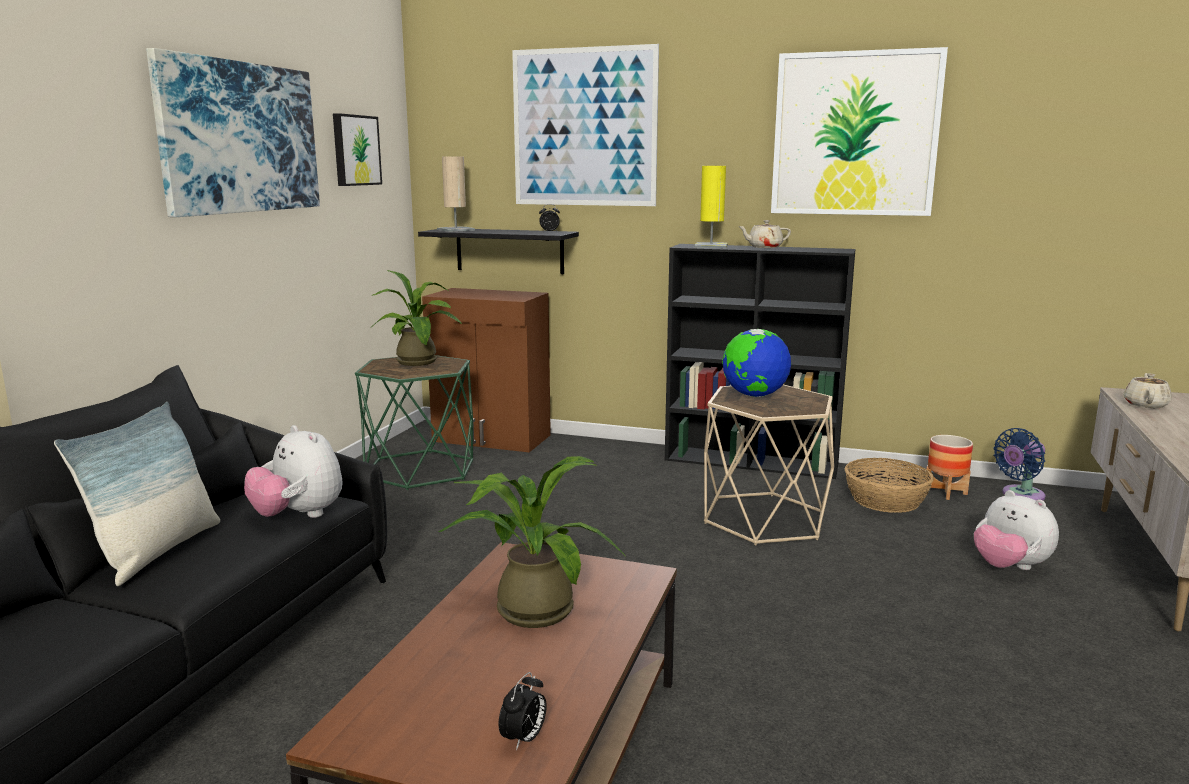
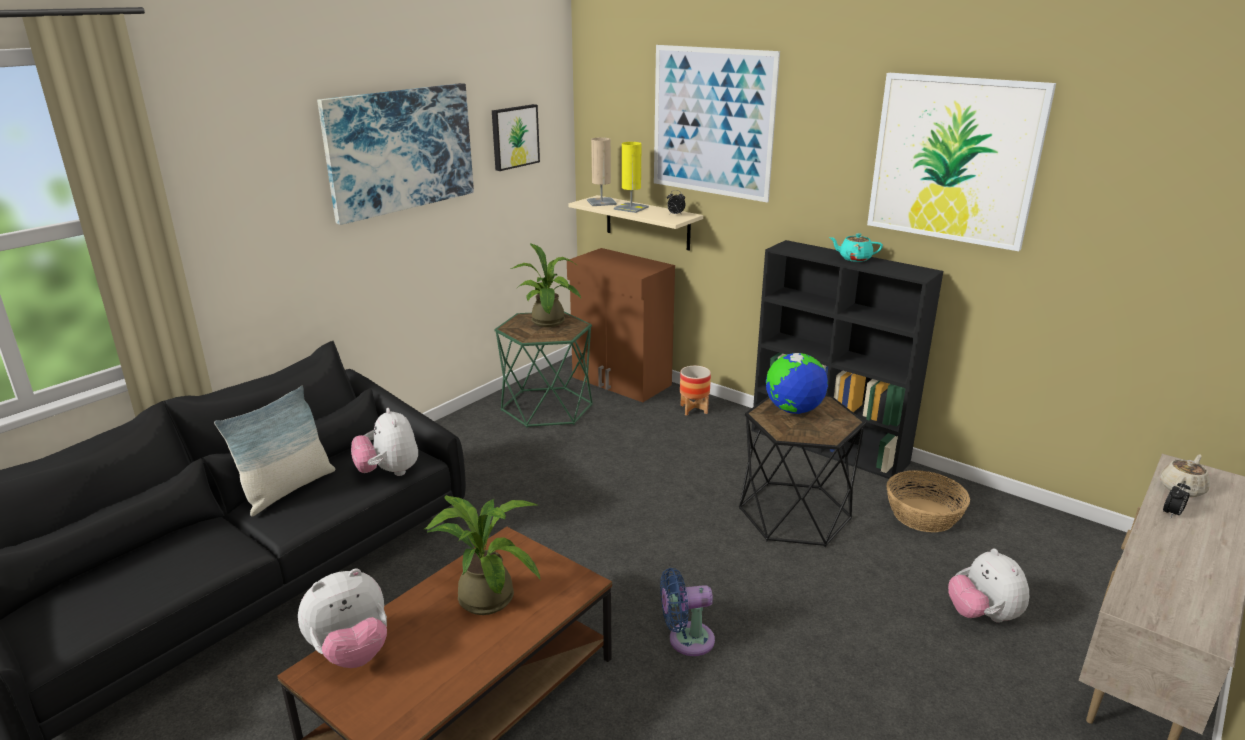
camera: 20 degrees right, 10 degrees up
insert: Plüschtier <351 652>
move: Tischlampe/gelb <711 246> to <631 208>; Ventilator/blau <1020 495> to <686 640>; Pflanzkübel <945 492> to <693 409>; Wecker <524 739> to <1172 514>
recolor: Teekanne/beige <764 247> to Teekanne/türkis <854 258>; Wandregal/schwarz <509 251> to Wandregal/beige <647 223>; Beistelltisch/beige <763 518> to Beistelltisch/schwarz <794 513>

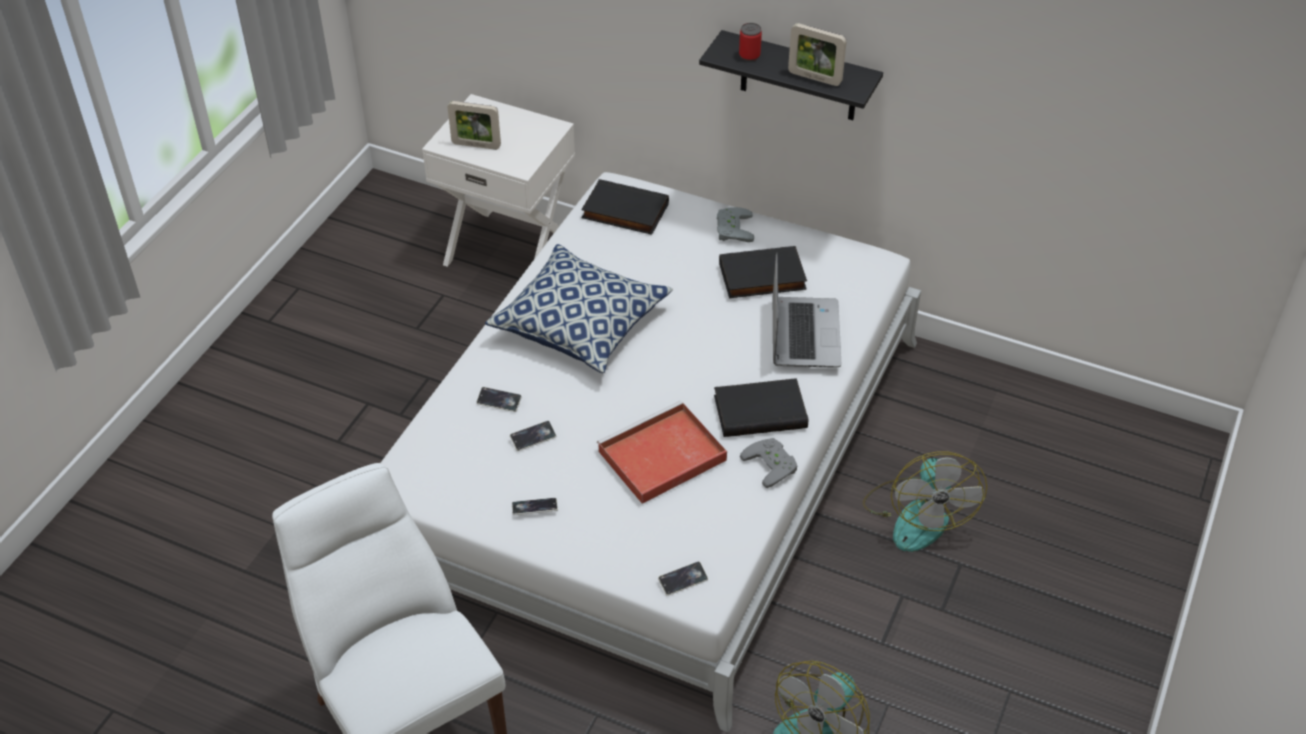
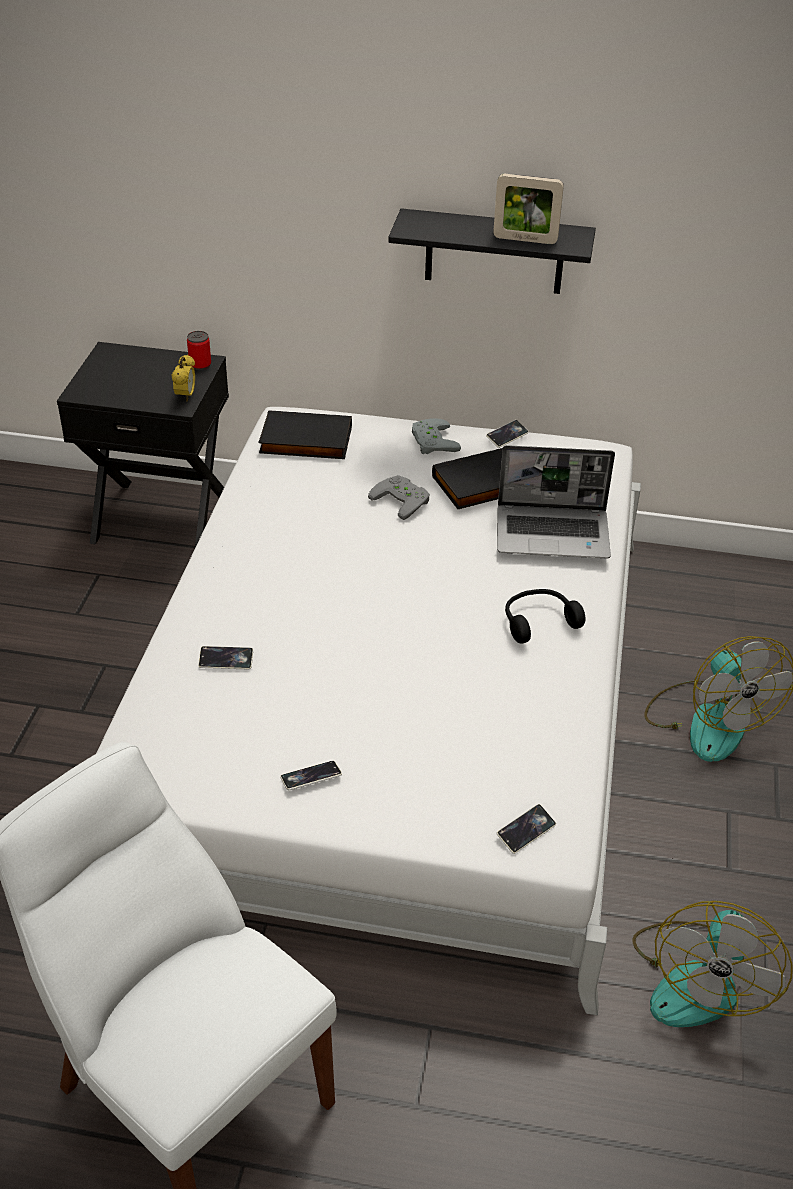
camera: 15 degrees left, 5 degrees down
delete: Bilderrahmen <476 145>; Kissen <580 324>; Tablett/rot <660 457>
insert: Wecker <186 396>
move: Dose <749 55> to <200 365>; Handy <533 438> to <507 436>; Gamepad/grau <773 464> to <403 499>
replace: Buch/schwarz <760 410> to Kopfhörer/schwarz <538 621>
recolor: Nachttisch/weiß <509 249> to Nachttisch/schwarz <162 517>
rotate: Laptop <803 333> = <554 533> 105 degrees clockwise

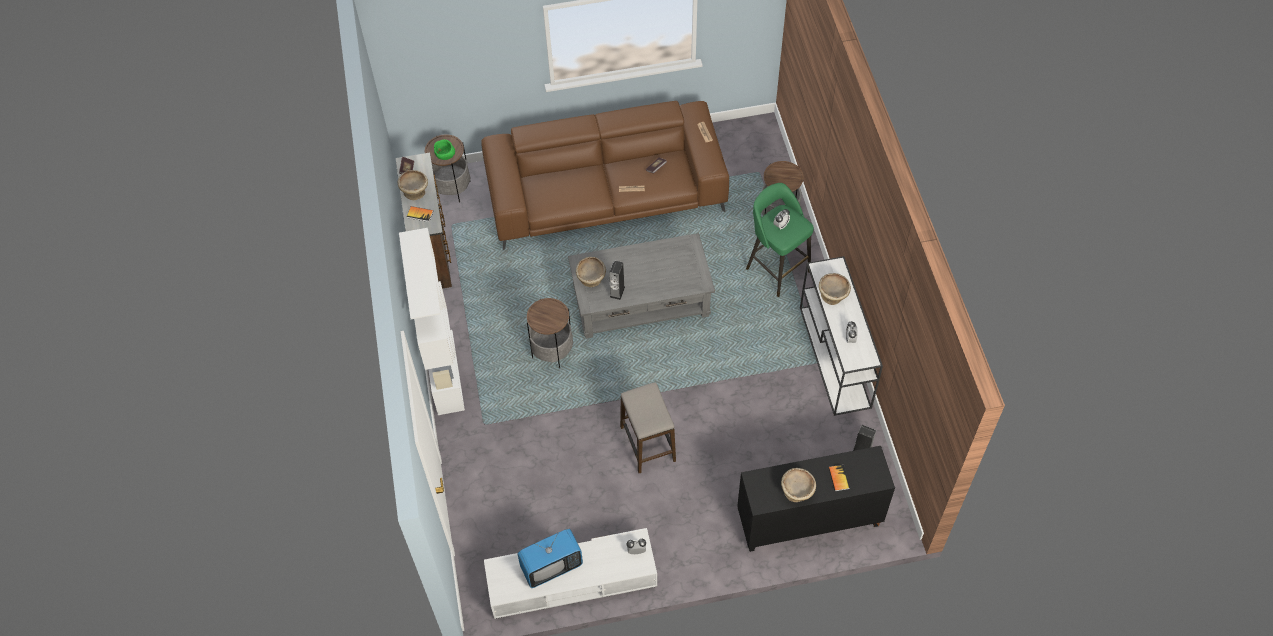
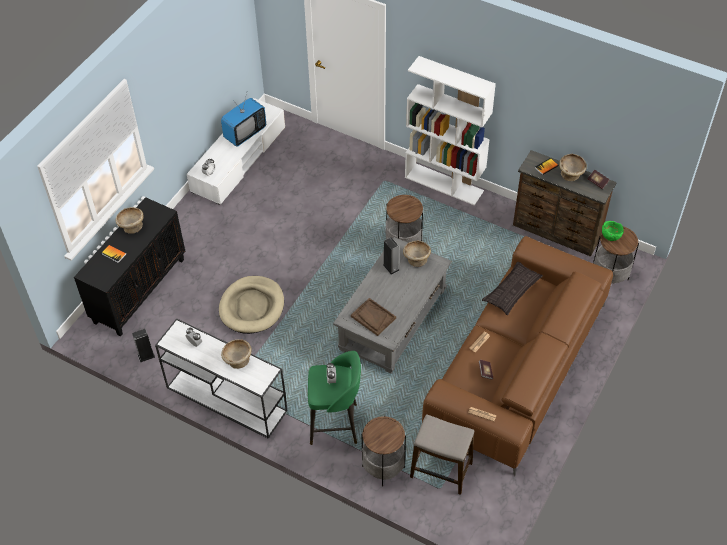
camera: 130 degrees right, 5 degrees down
insert: Kissen <512 291>; Hundebett/beige <252 307>; Tablett/braun <373 317>
move: Hocker <648 443> to <441 470>
rotate: Fernseher <551 566> = <245 133> 150 degrees counterclockwise

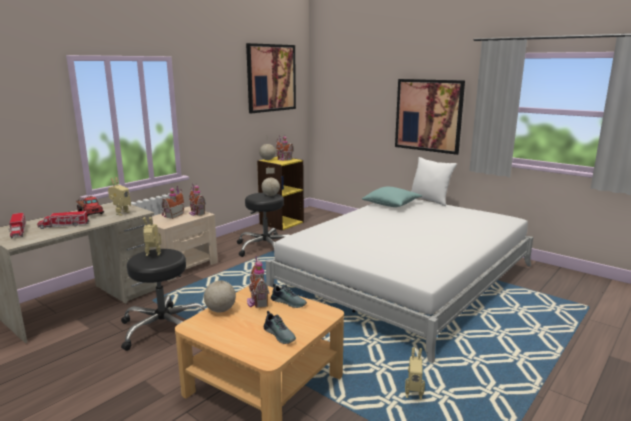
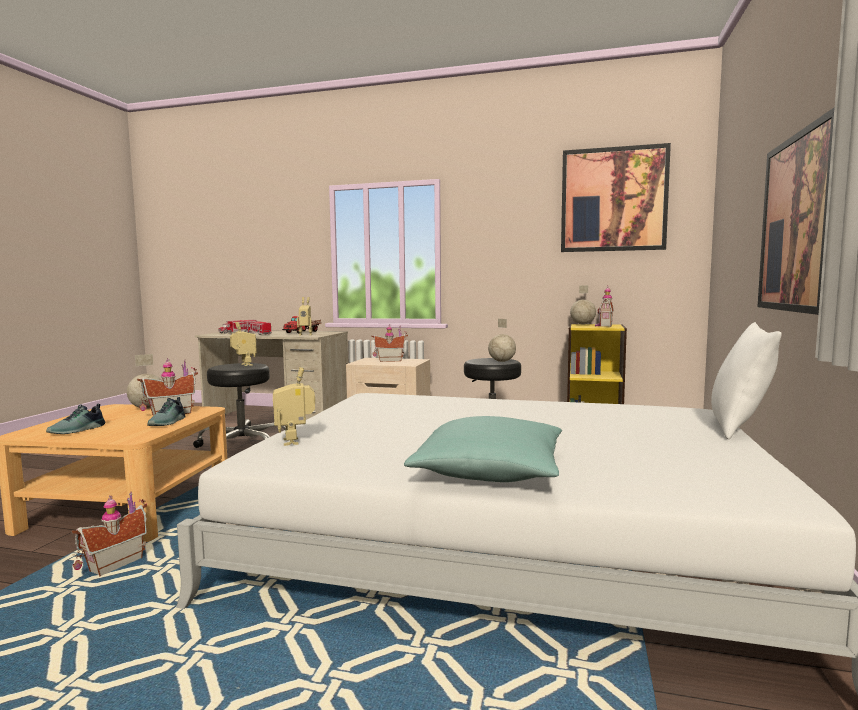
camera: 65 degrees right, 10 degrees down
move: Spielzeughaus <196 213> to <113 565>; Kissen/türkis <391 204> to <489 472>; Spielzeugroboter <413 394> to <295 441>

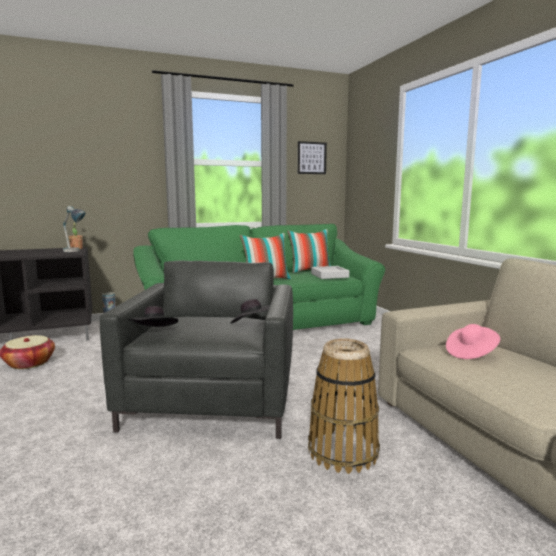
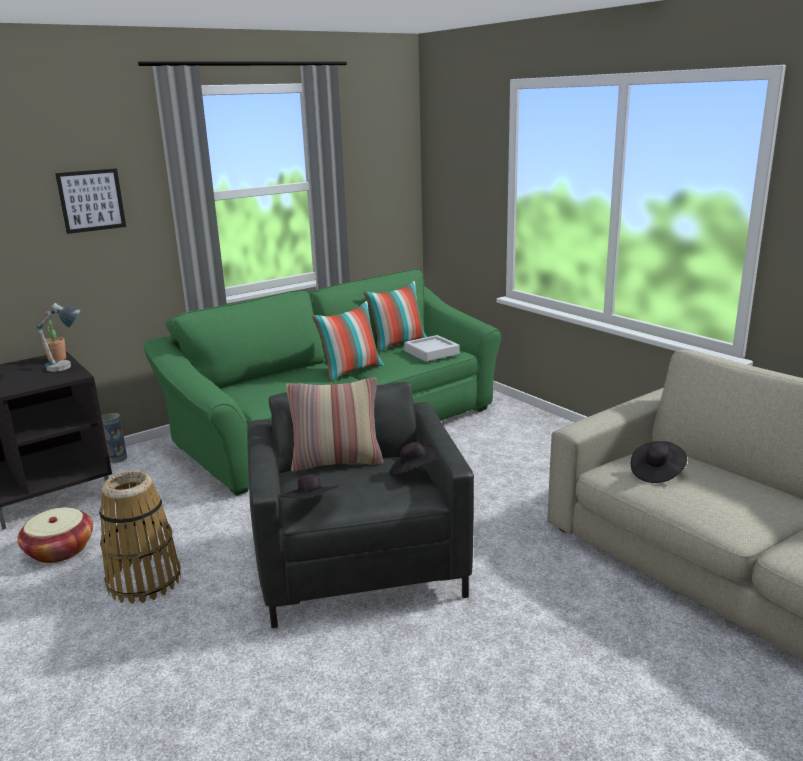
camera: 15 degrees left, 10 degrees up
insert: Kissen <337 462>
move: Bild <311 158> to <91 200>; Korb <343 452> to <144 581>
recolor: Hut/rosa <471 353> to Hut/schwarz <656 473>

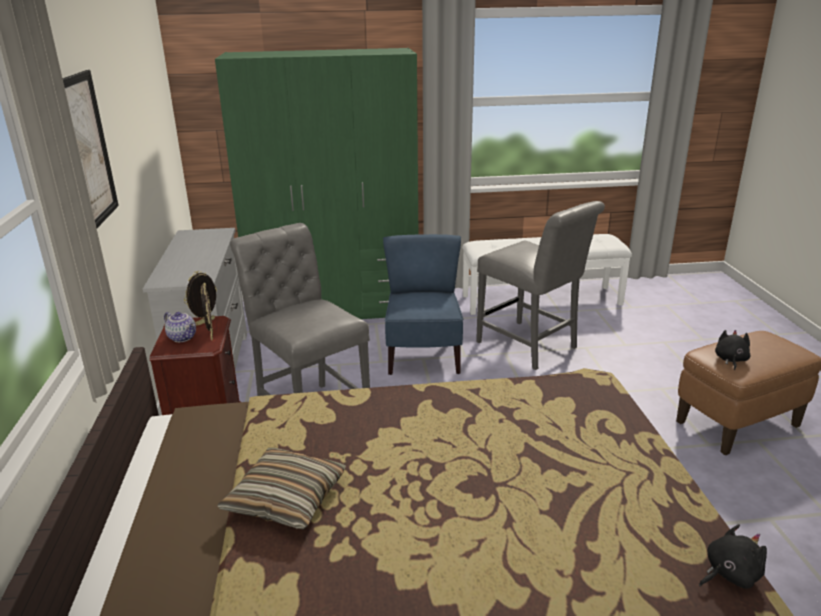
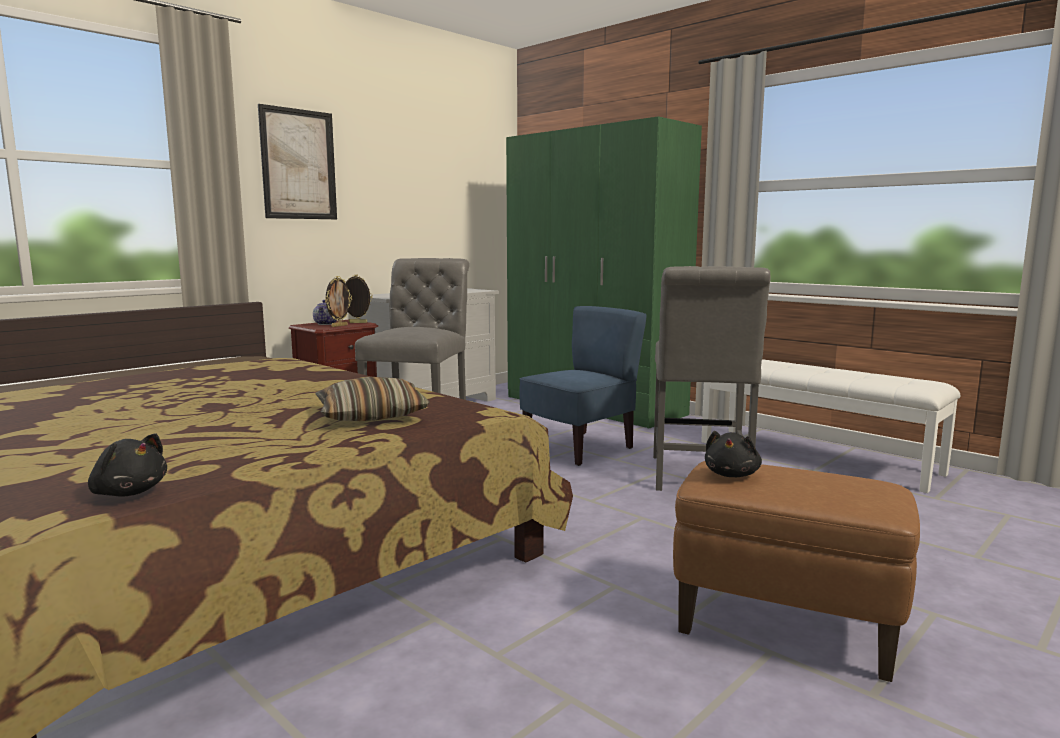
camera: 50 degrees right, 15 degrees down
move: Kissen <286 499> to <371 415>
rotate: Plüschtier/schwarz <730 360> = <732 474> 135 degrees clockwise

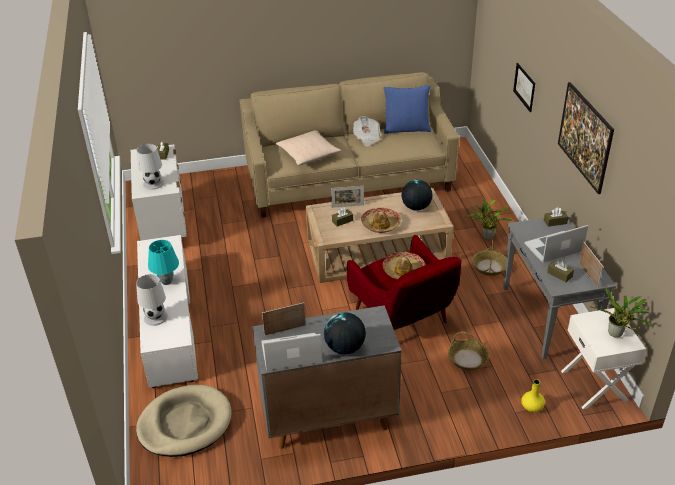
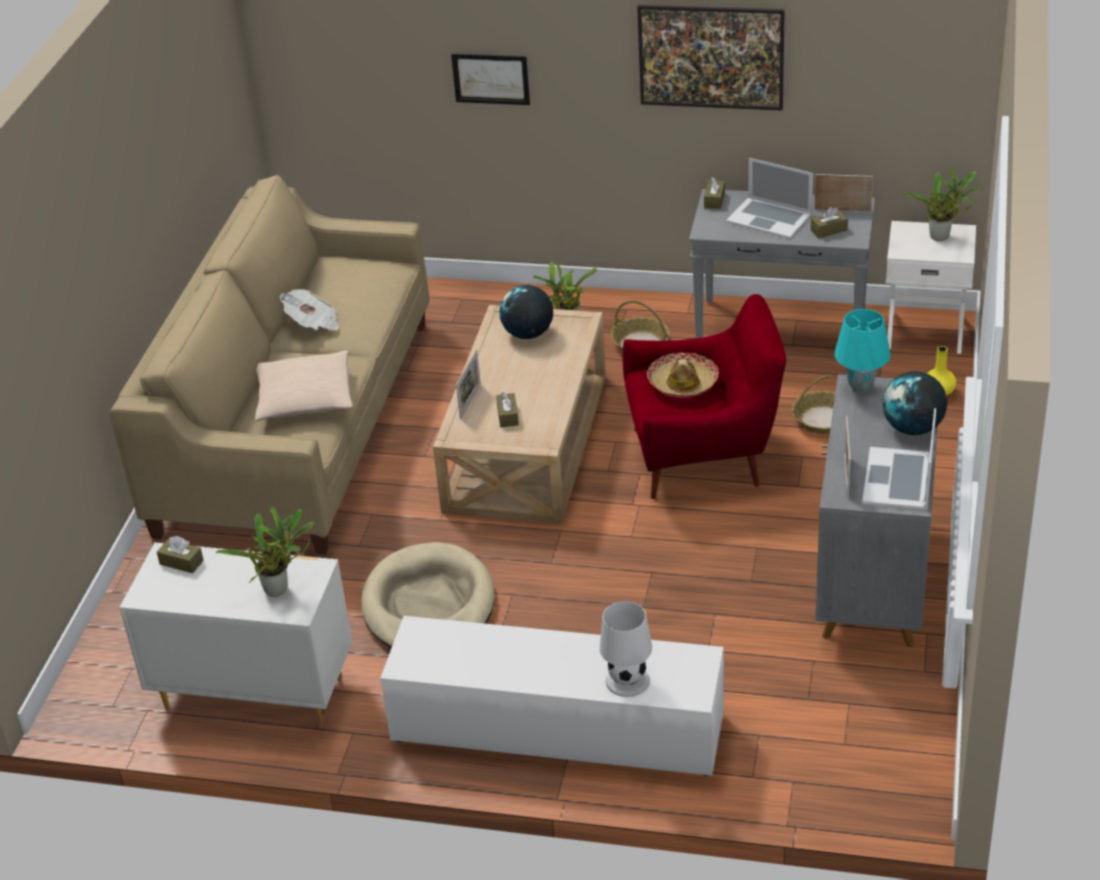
camera: 65 degrees left, 0 degrees up
delete: Kissen/blau <406 128>; Hut <380 224>
move: Tischlampe/türkis <167 282> to <861 387>; Hundebett/beige <185 423> to <428 605>
replace: Tischlampe/weiß <153 184> to Topfpflanze <280 589>
rotate: Laptop <553 247> = <769 218> 60 degrees counterclockwise

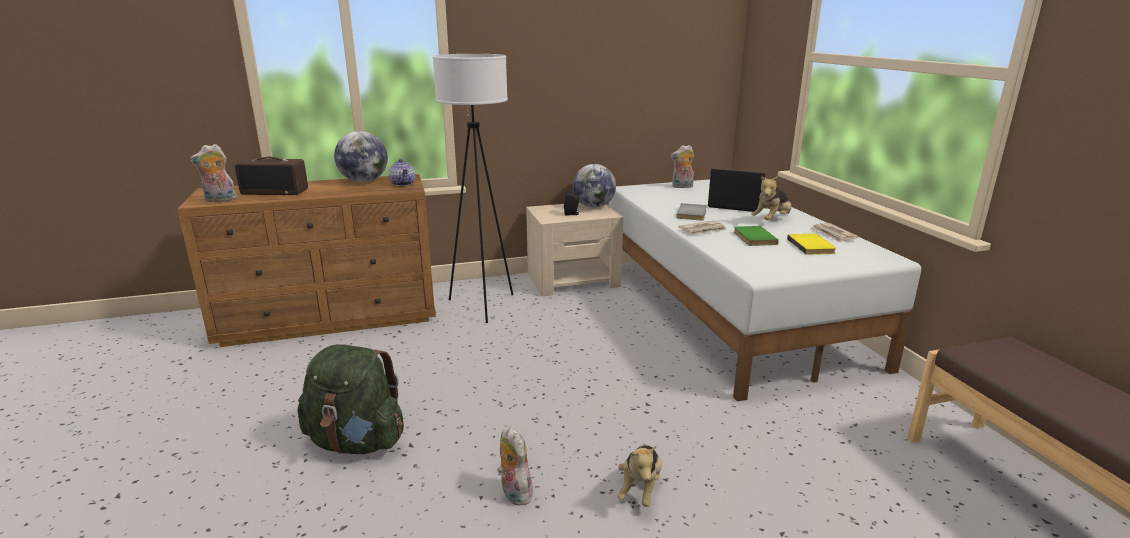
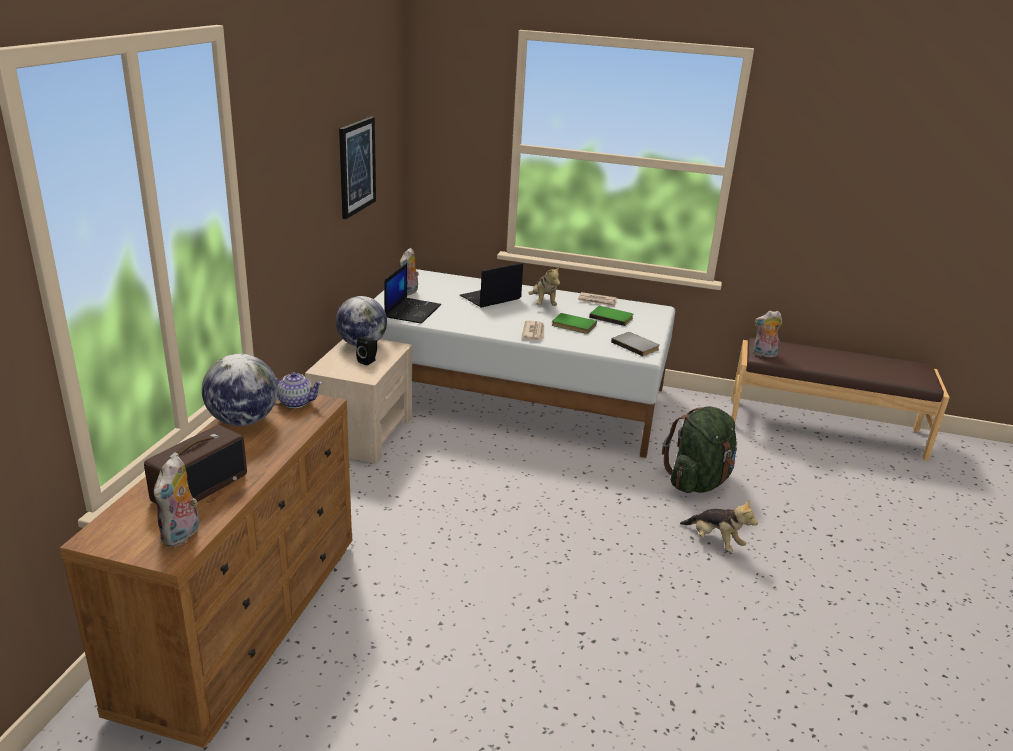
camera: 60 degrees left, 5 degrees up
delete: Stehlampe/weiß <482 306>
insert: Bild <356 166>; Laptop <412 311>
move: Buch/grau <693 214> to <636 345>; Rucksack/grün <357 442> to <698 482>; Plüschtier <513 493> to <763 355>
recolor: Buch/gelb <812 246> to Buch/grün <611 317>

